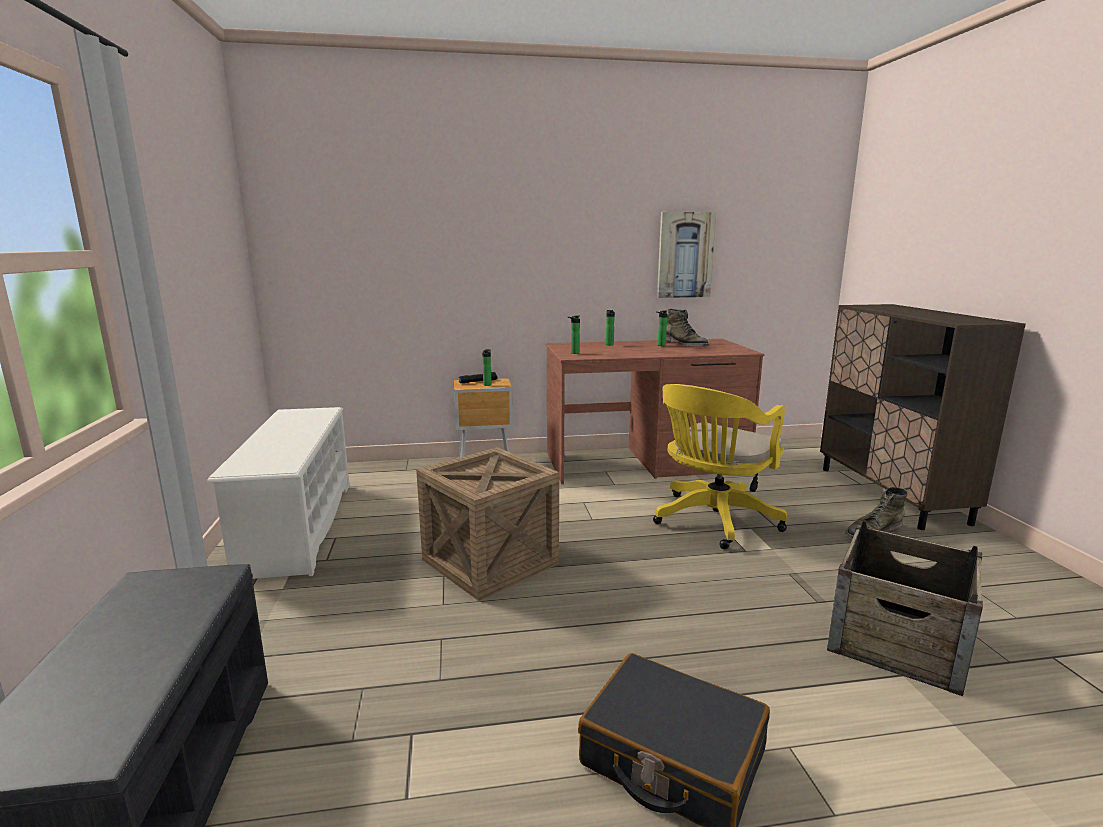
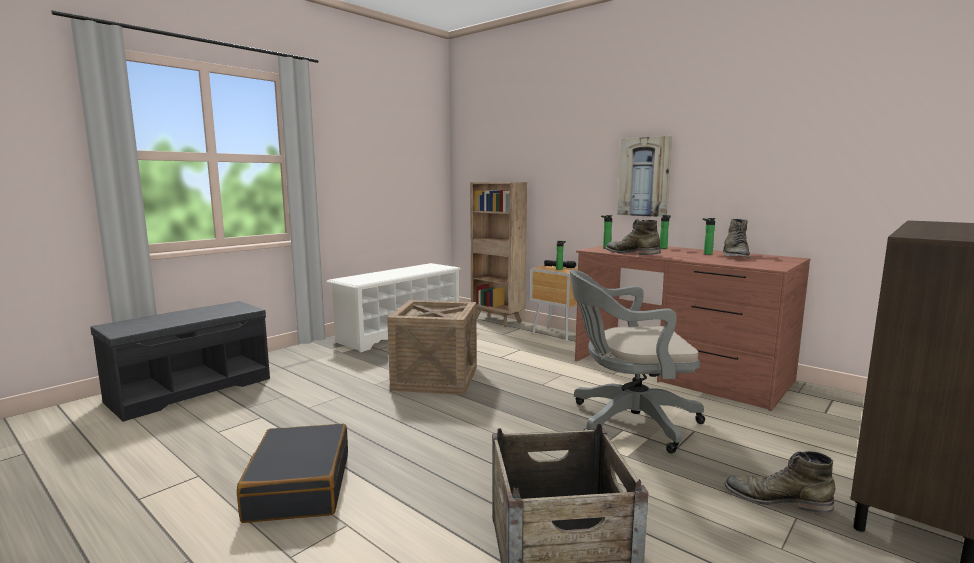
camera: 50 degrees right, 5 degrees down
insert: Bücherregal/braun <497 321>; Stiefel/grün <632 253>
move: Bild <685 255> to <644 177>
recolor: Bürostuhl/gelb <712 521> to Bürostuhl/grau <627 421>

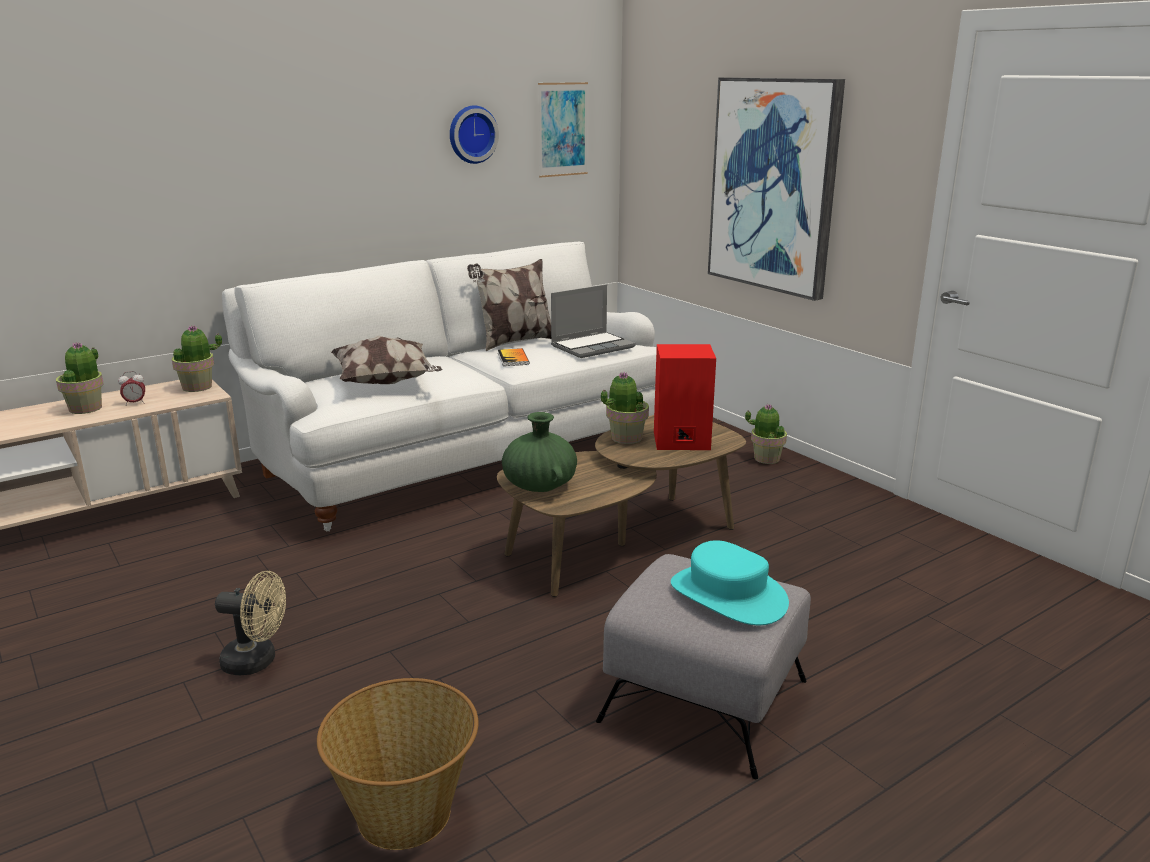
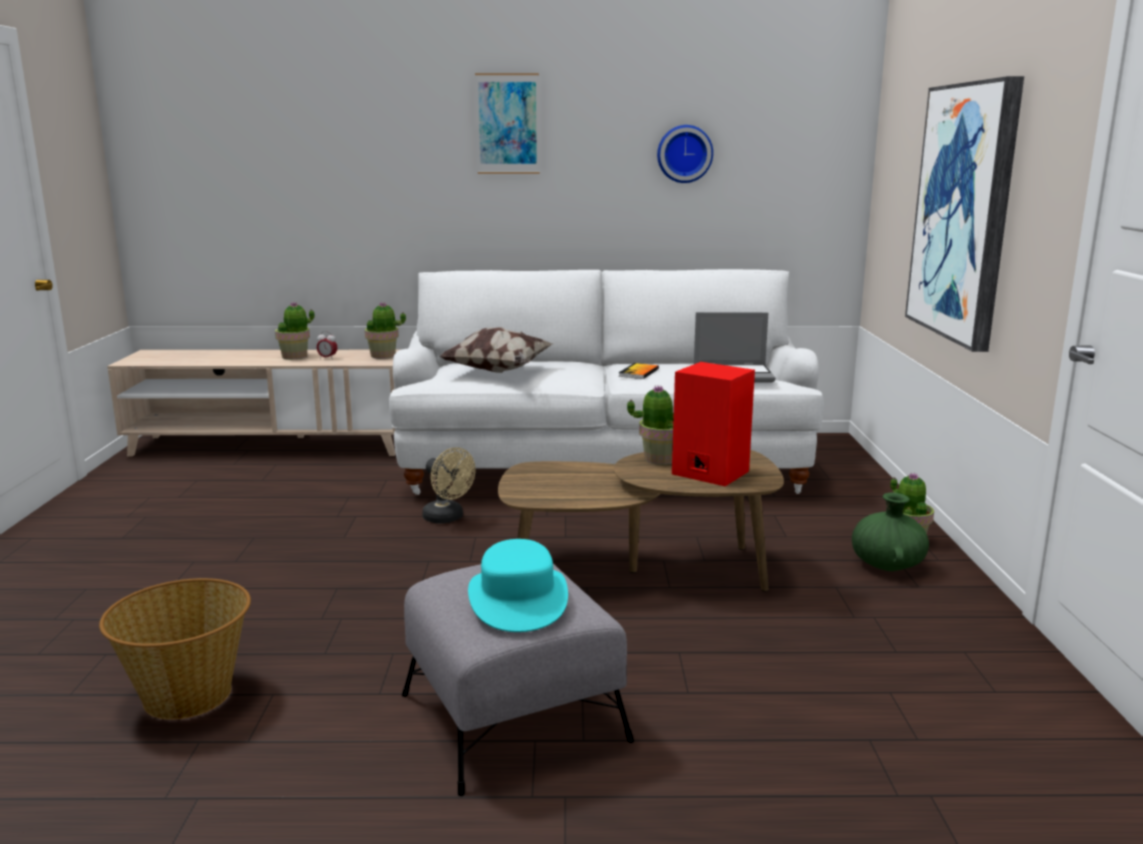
camera: 35 degrees right, 5 degrees down
delete: Kissen <515 342>
move: Bild <562 129> to <507 124>; Vase/grün <540 486> to <887 565>; Ventilator/beige <257 661> to <447 518>

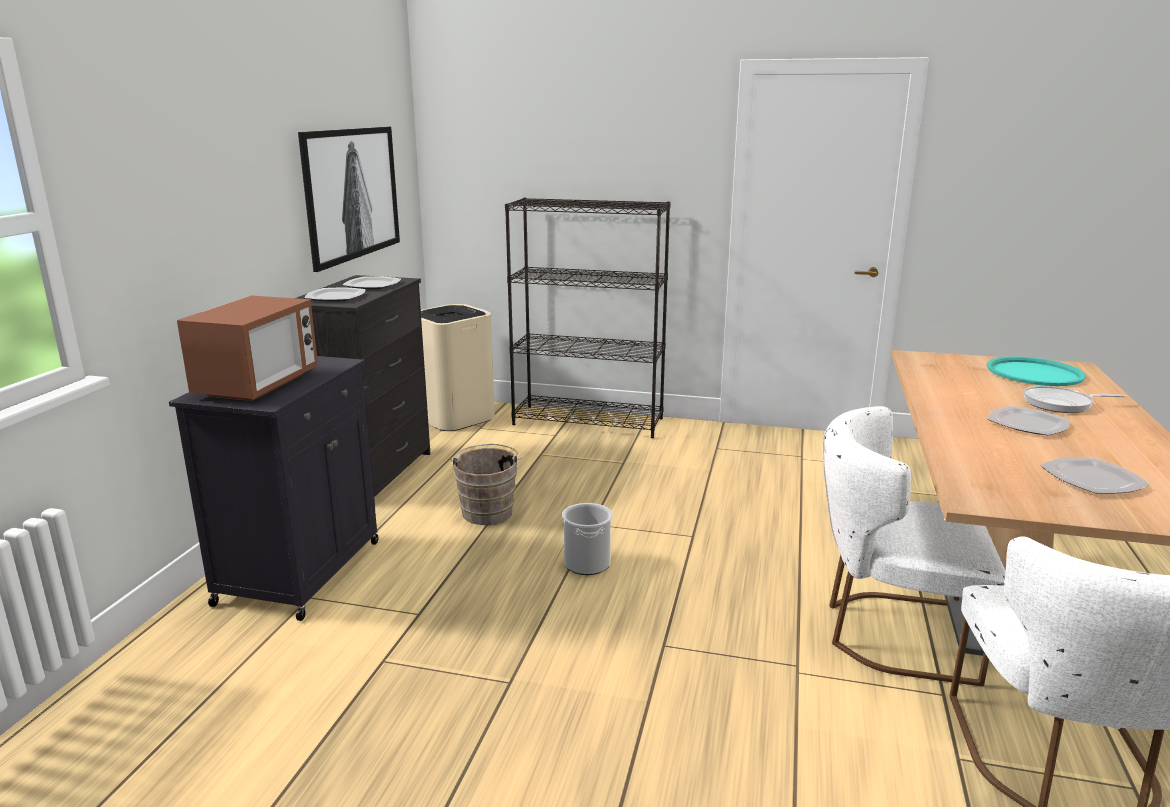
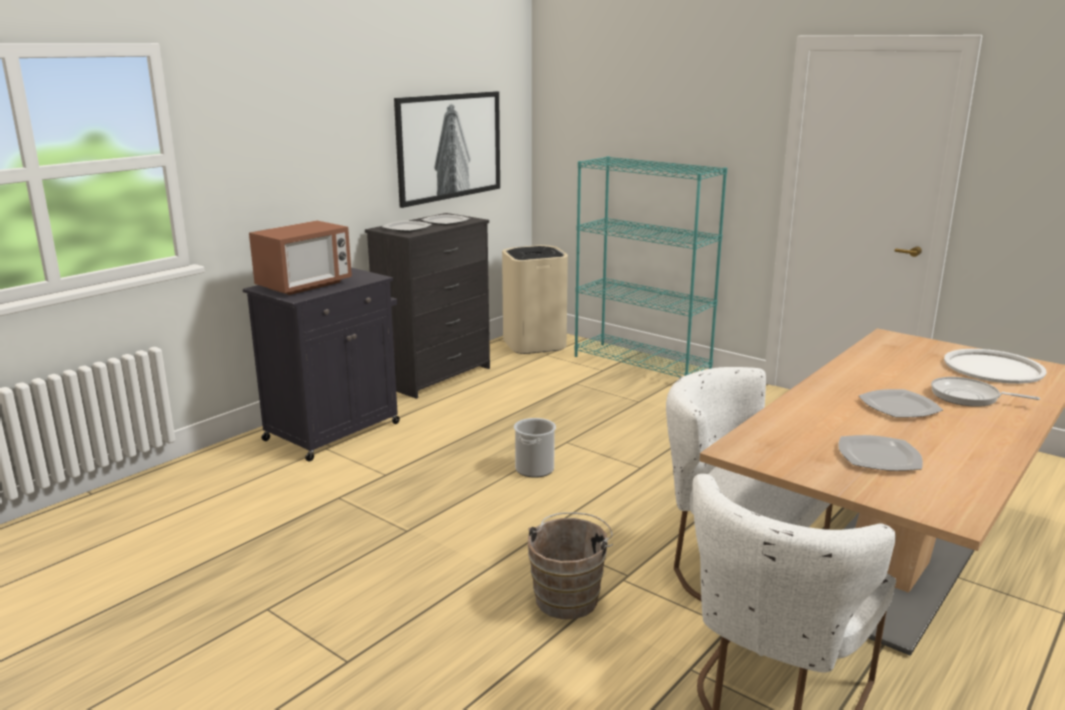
camera: 25 degrees right, 0 degrees up
move: Eimer/braun <488 511> to <569 597>
recolor: Bücherregal/schwarz <589 421> to Bücherregal/türkis <642 364>; Tablett/türkis <1034 373> to Tablett/weiß <993 368>

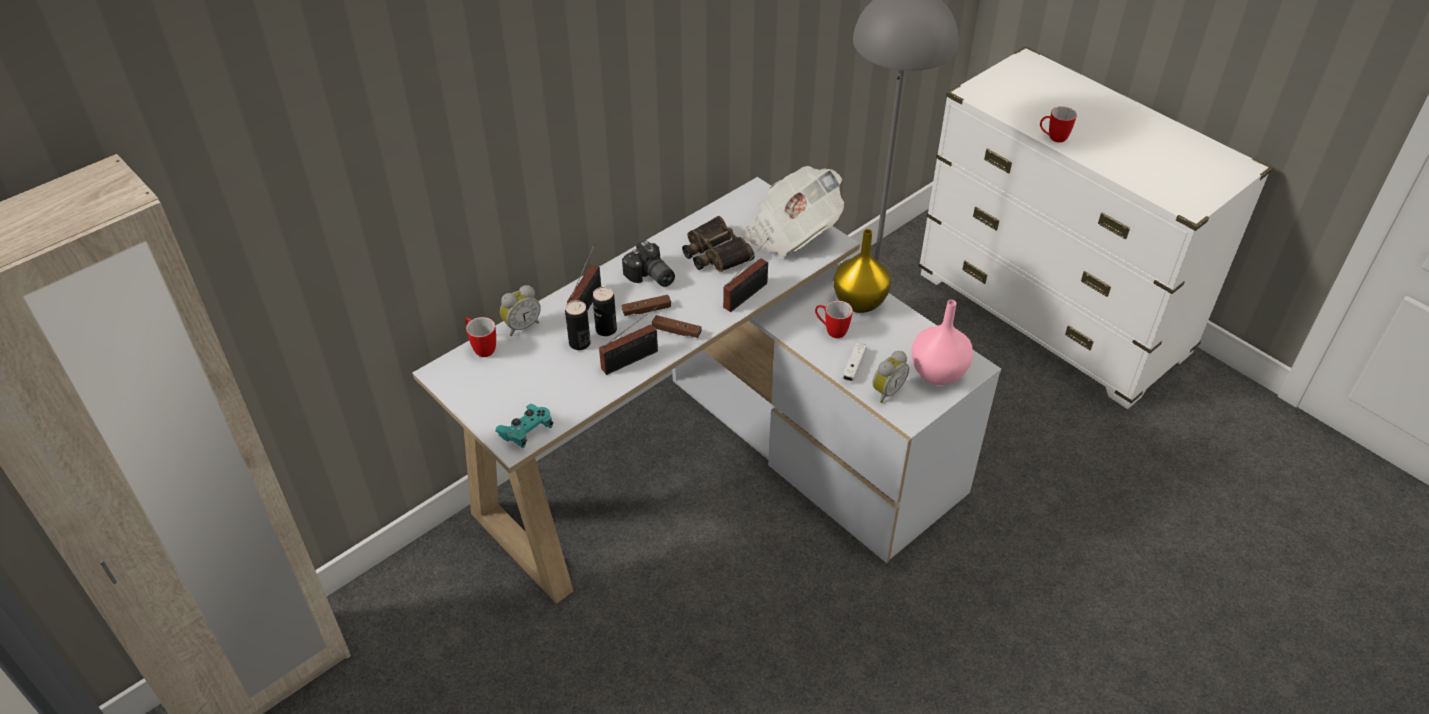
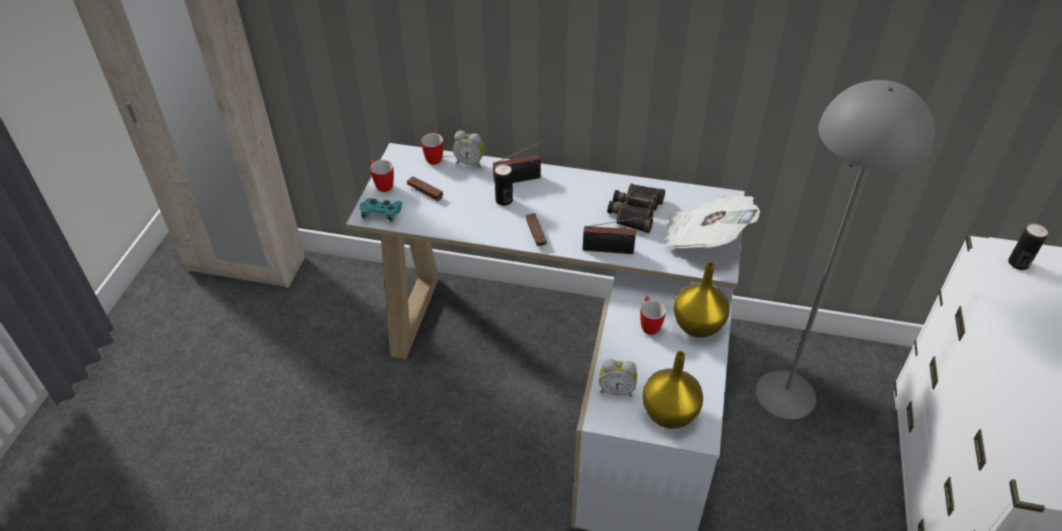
camera: 55 degrees right, 0 degrees up
delete: Kamera <650 277>; Radio <633 359>; Gamepad/weiß <854 366>
move: Henkelbecher <1053 138> to <382 185>; Gamepad/braun <646 310> to <425 192>; Dose <579 343> to <1018 263>
recolor: Vase/rosa <937 372> to Vase/gelb <670 413>

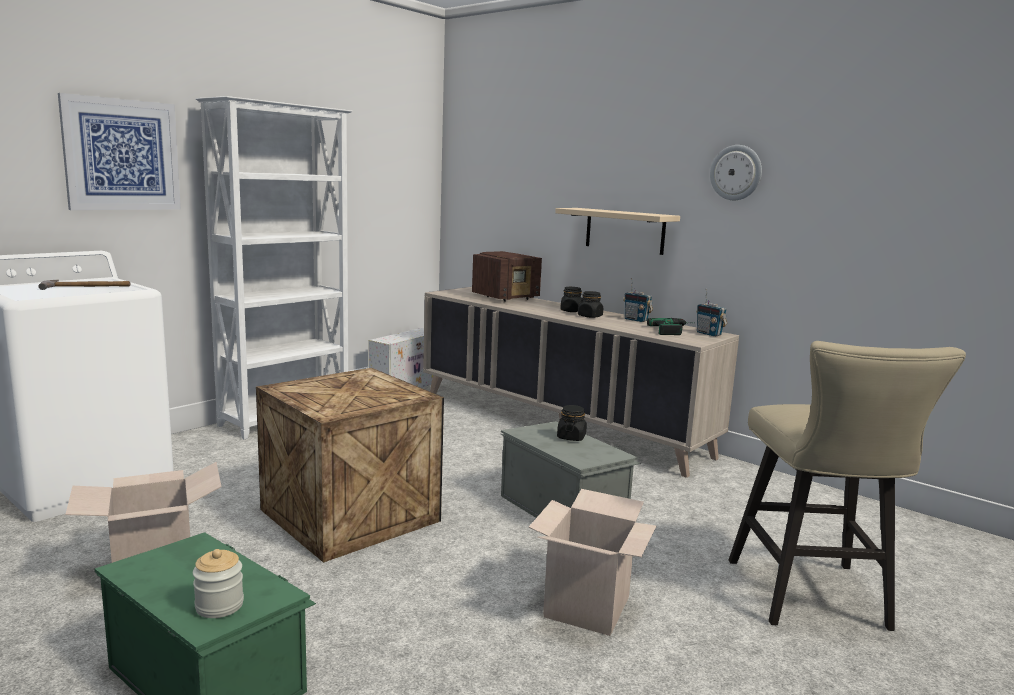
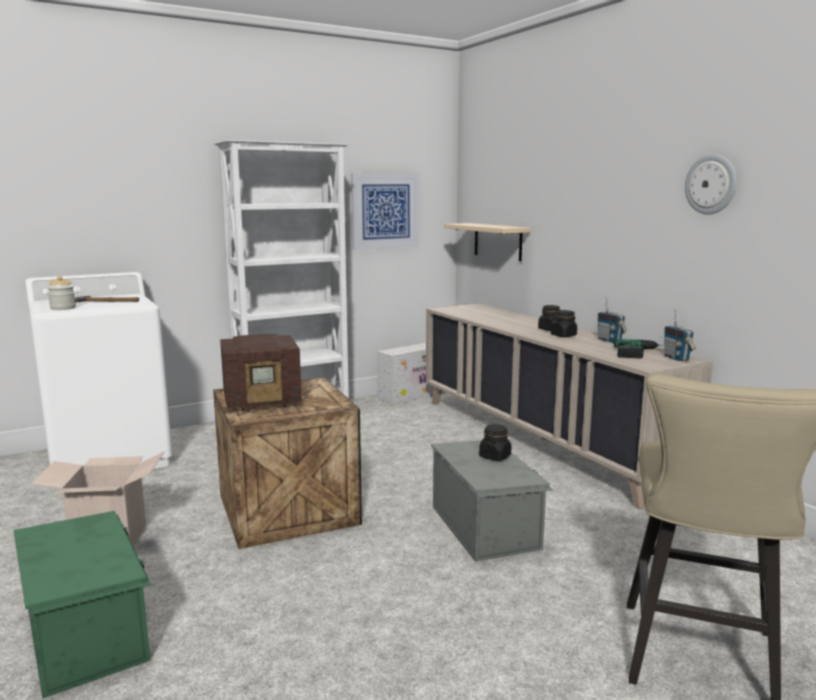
camera: 20 degrees right, 0 degrees up
delete: Karton <587 607>
move: Bild <122 155> to <385 211>; Wandregal/beige <624 231> to <497 241>; Radio <506 297> to <263 400>; Vorratsglas <219 606> to <63 308>

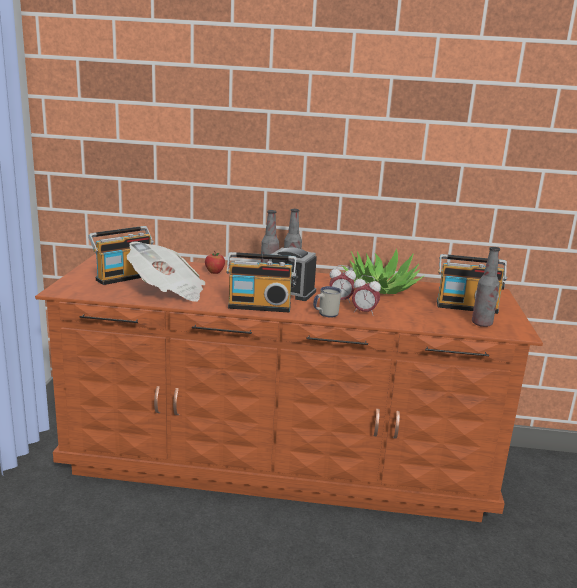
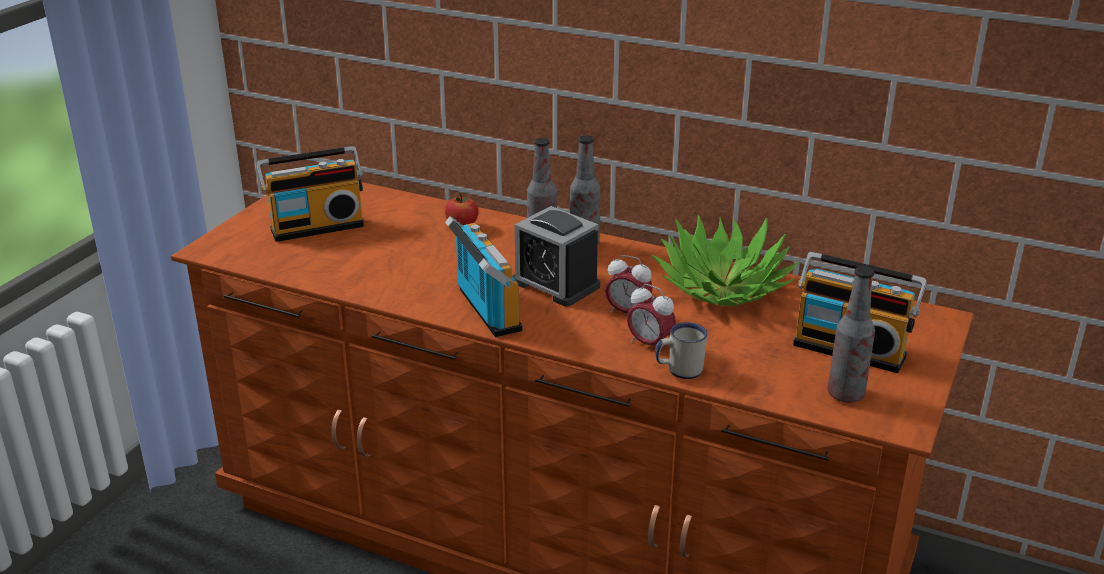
camera: 20 degrees right, 10 degrees up
delete: Zeitung <168 291>
move: Henkelbecher/weiß <325 314> to <679 370>
rotate: Radio <259 306> = <484 311> 135 degrees counterclockwise

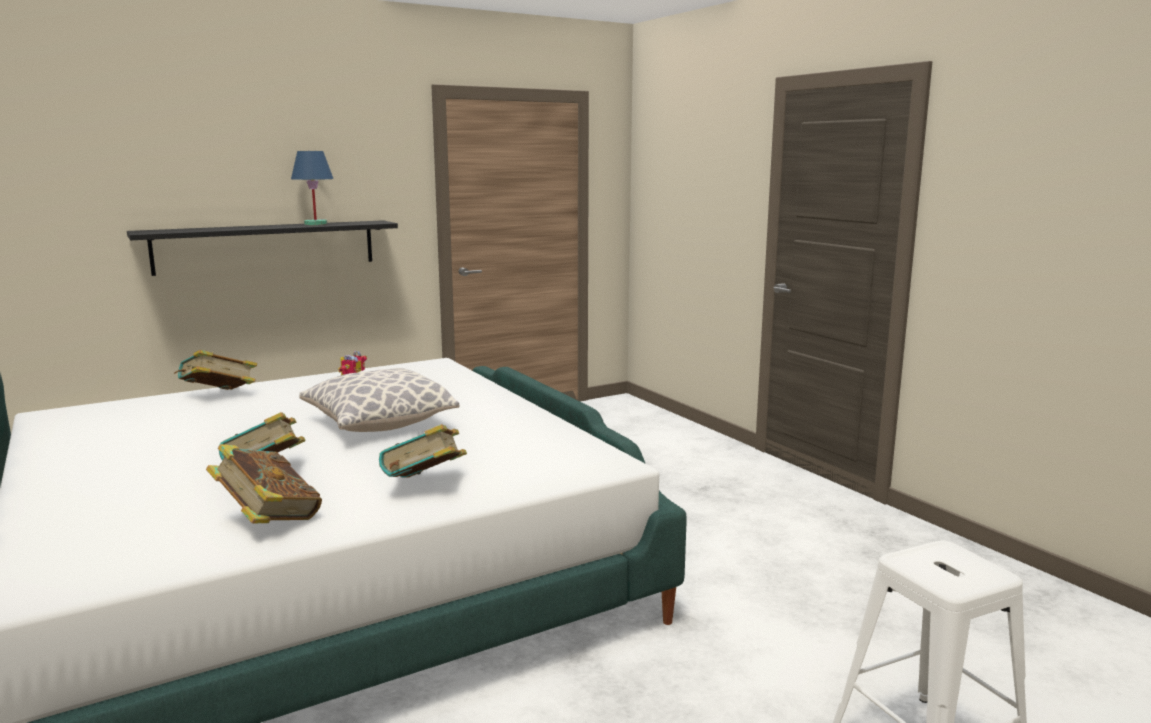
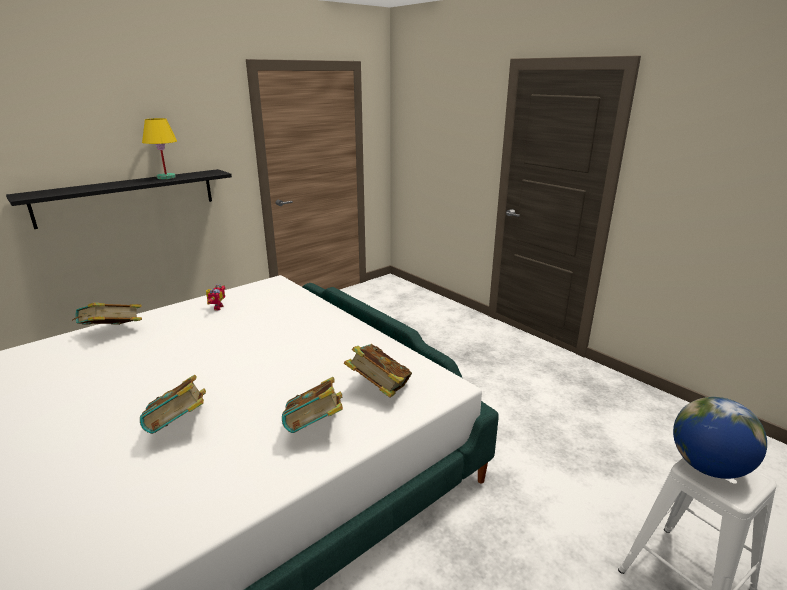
camera: 10 degrees left, 10 degrees up
delete: Kissen <379 424>
insert: Globus <708 467>
move: Buch <268 520> to <379 389>
recolor: Tischlampe/blau <316 224> to Tischlampe/gelb <166 177>

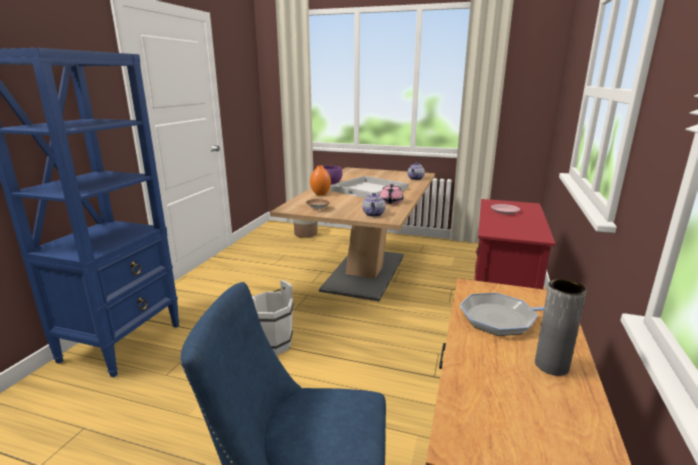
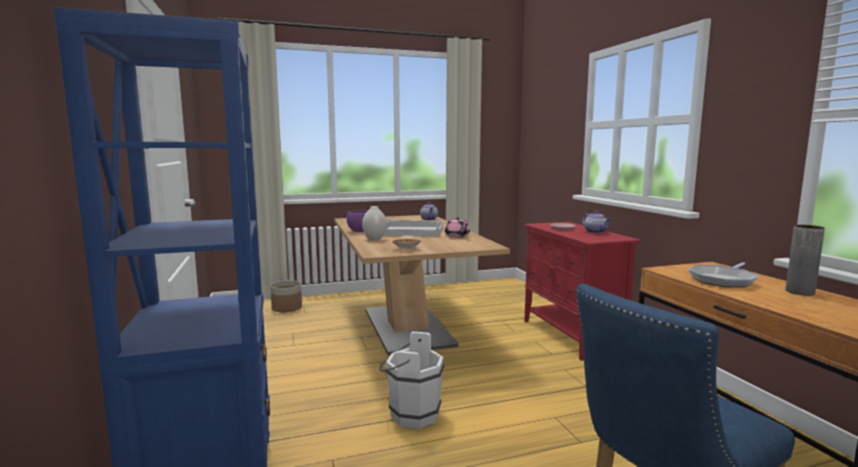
camera: 35 degrees left, 10 degrees down
move: Teekanne <373 214> to <595 232>
recolor: Vase/orange <320 194> to Vase/weiß <374 239>

